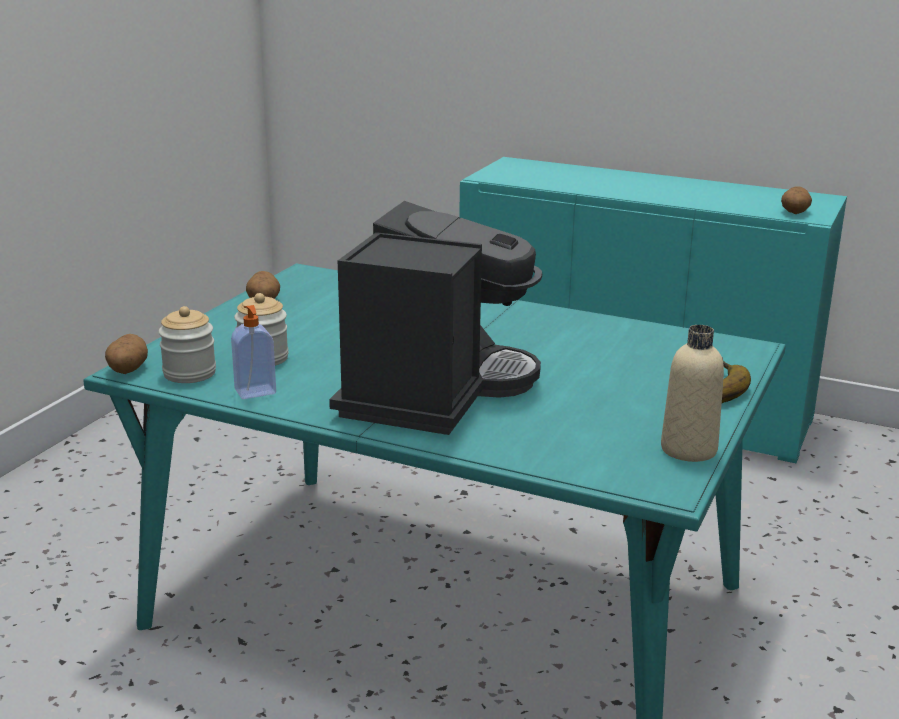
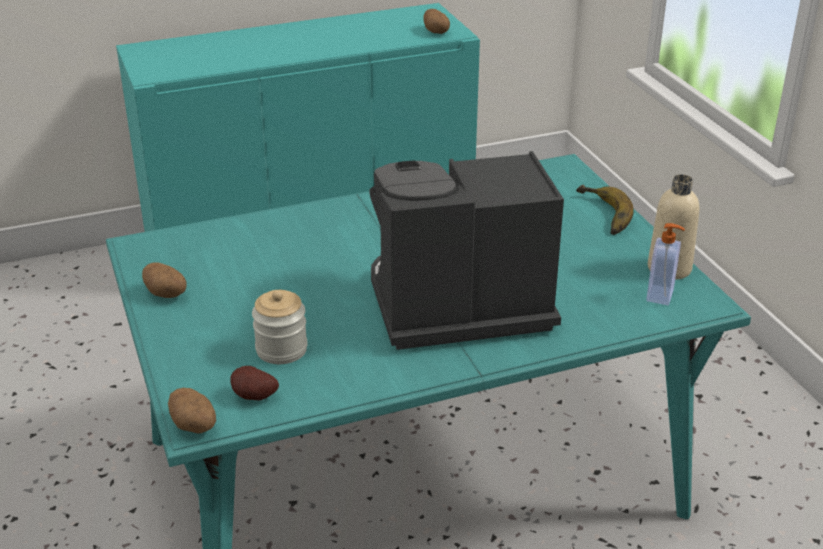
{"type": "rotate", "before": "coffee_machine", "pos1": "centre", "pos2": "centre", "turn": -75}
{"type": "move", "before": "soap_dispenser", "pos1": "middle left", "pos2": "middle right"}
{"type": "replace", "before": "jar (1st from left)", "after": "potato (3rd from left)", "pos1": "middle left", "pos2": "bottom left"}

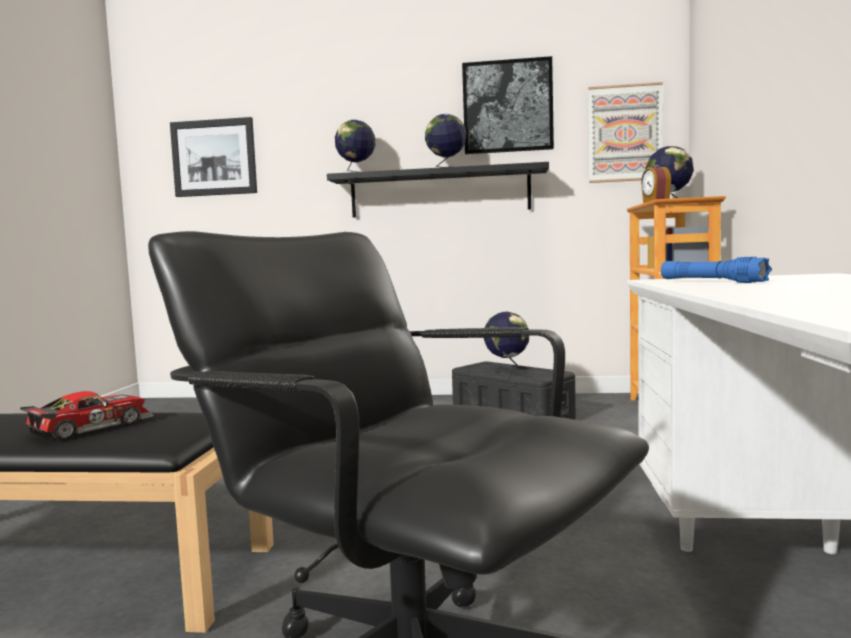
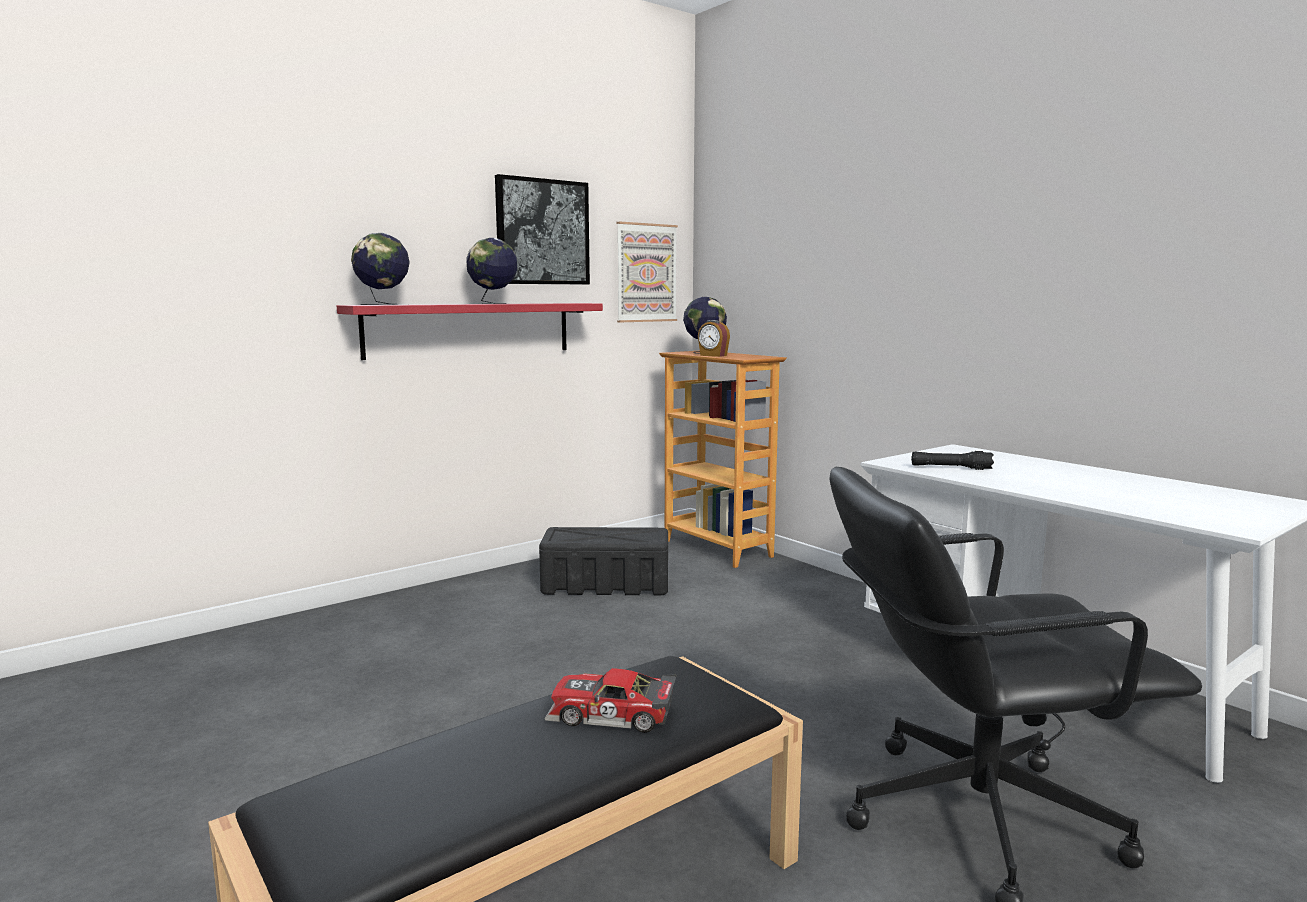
{"type": "delete", "before": "picture (1st from left)", "pos1": "top left"}
{"type": "recolor", "before": "black_shelf", "after": "red_shelf", "pos1": "top centre", "pos2": "centre"}
{"type": "recolor", "before": "blue_flashlight", "after": "black_flashlight", "pos1": "middle right", "pos2": "middle right"}
{"type": "delete", "before": "globe (3rd from left)", "pos1": "centre"}
{"type": "rotate", "before": "toy_car", "pos1": "middle left", "pos2": "bottom centre", "turn": -75}

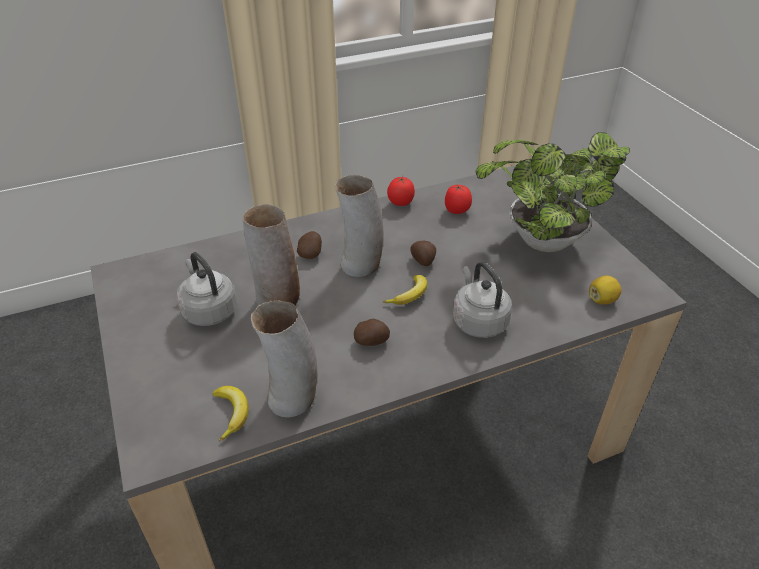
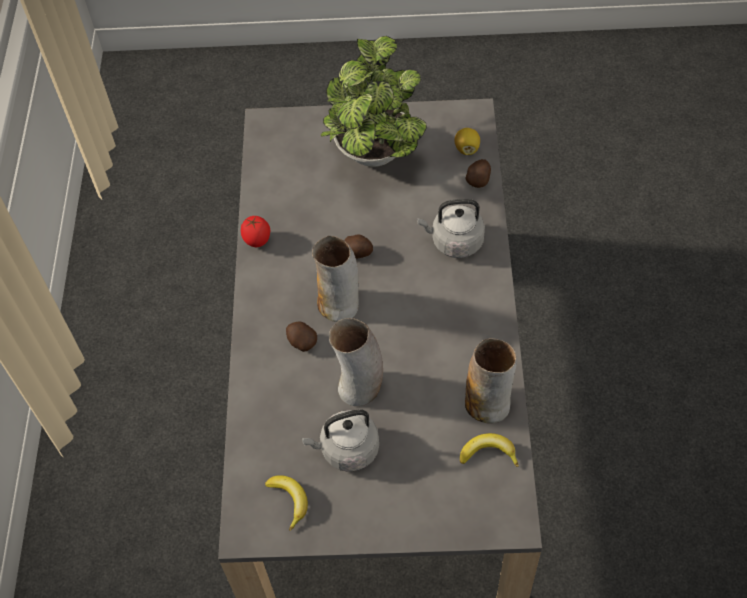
{"type": "delete", "before": "tomato (2nd from left)", "pos1": "centre"}
{"type": "move", "before": "banana (2nd from left in the first image)", "after": "banana (1st from left)", "pos1": "centre", "pos2": "bottom centre"}
{"type": "move", "before": "potato (2nd from left in the first image)", "after": "potato (3rd from left)", "pos1": "centre", "pos2": "top centre"}

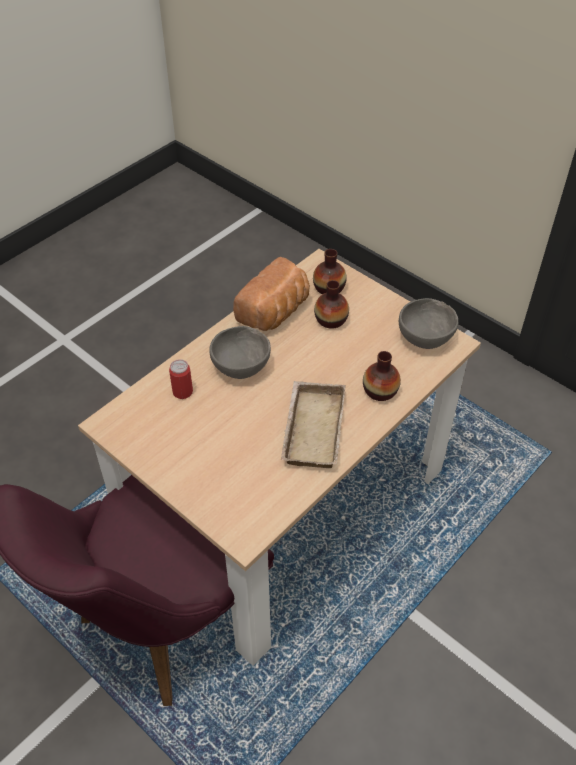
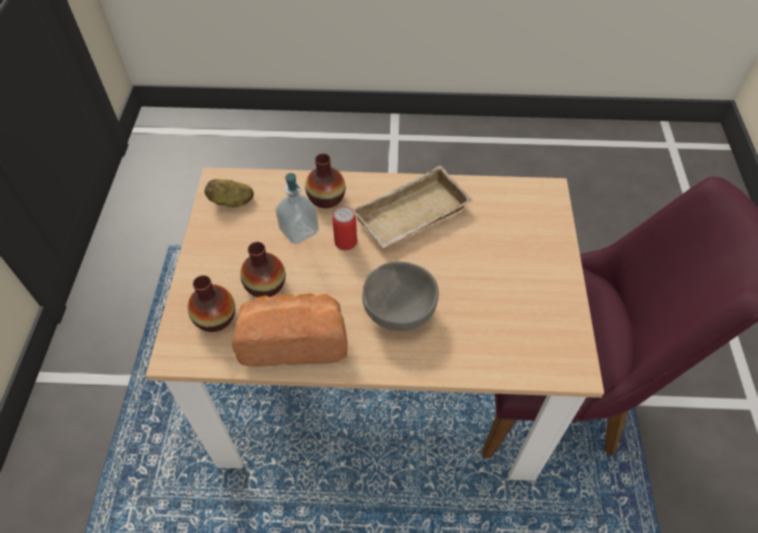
{"type": "replace", "before": "grey_bowl (2nd from left)", "after": "potato", "pos1": "middle right", "pos2": "middle left"}
{"type": "move", "before": "can", "pos1": "middle left", "pos2": "centre"}
{"type": "insert", "after": "soap_dispenser", "pos2": "centre"}

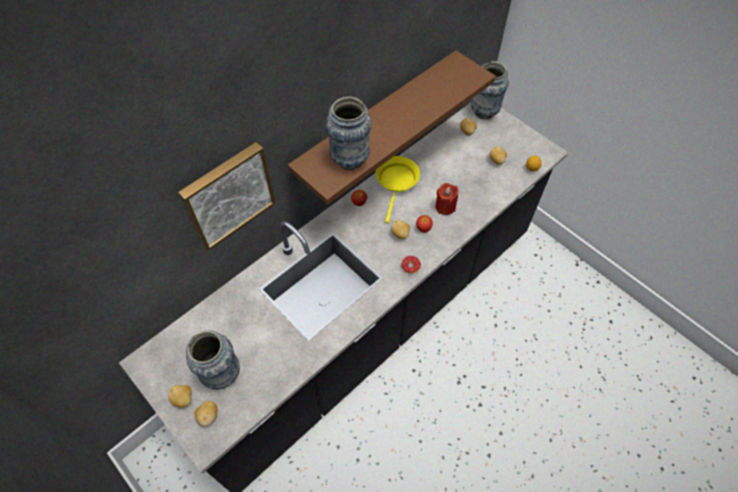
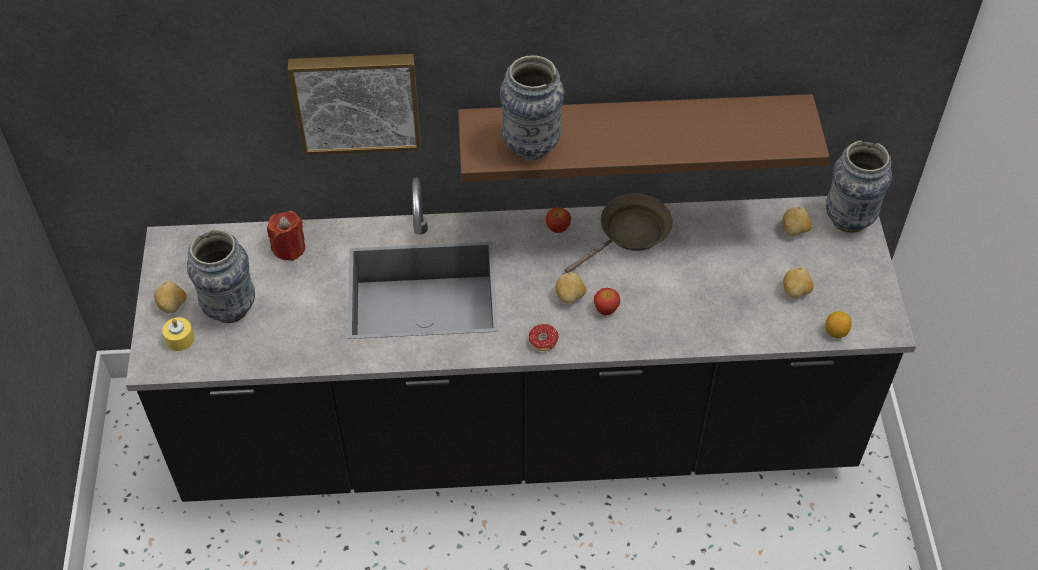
{"type": "recolor", "before": "yellow_frying_pan", "after": "brown_frying_pan", "pos1": "centre", "pos2": "centre"}
{"type": "move", "before": "red_candle", "pos1": "centre", "pos2": "middle left"}
{"type": "replace", "before": "potato (2nd from left)", "after": "yellow_candle", "pos1": "bottom left", "pos2": "middle left"}

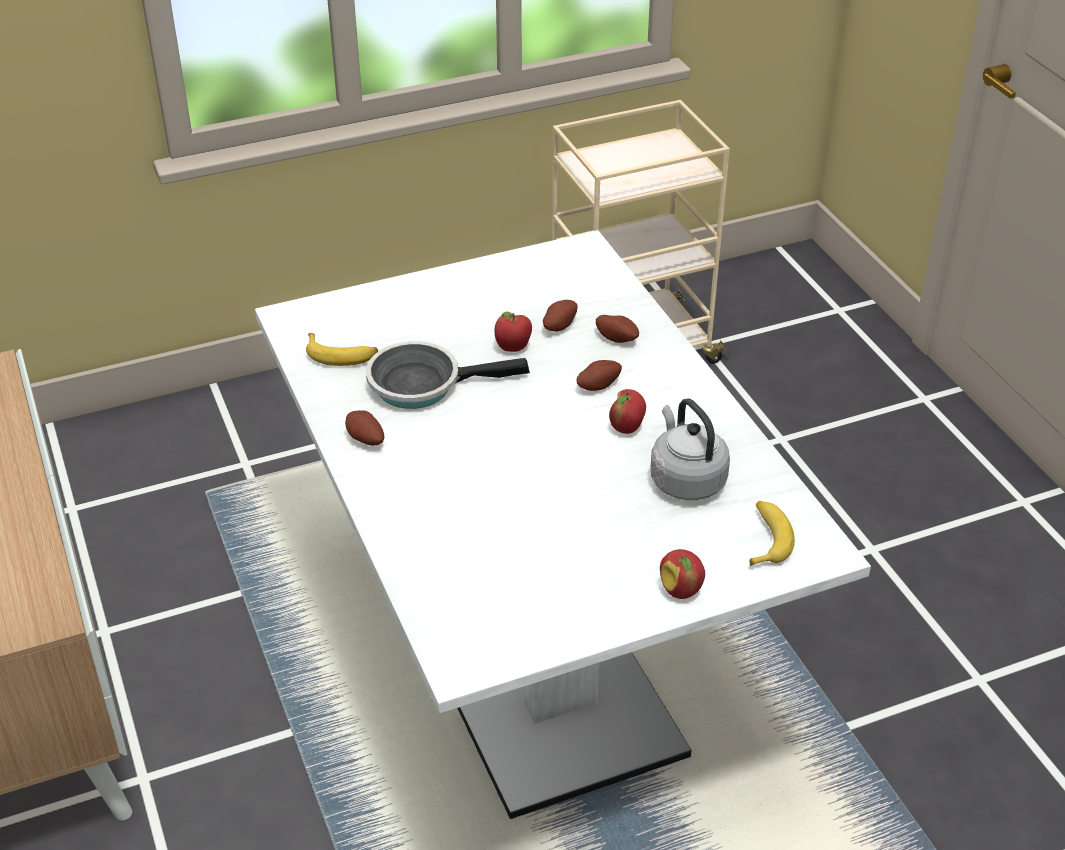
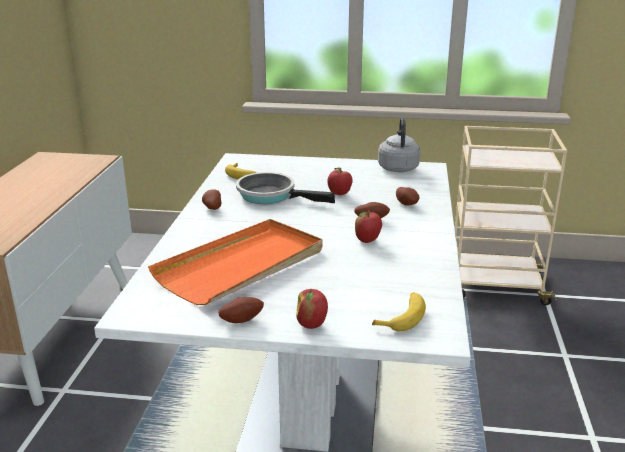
{"type": "move", "before": "potato (2nd from left)", "pos1": "centre", "pos2": "bottom centre"}
{"type": "move", "before": "grey_kettle", "pos1": "centre", "pos2": "top centre"}
{"type": "insert", "after": "orange_tray", "pos2": "centre"}

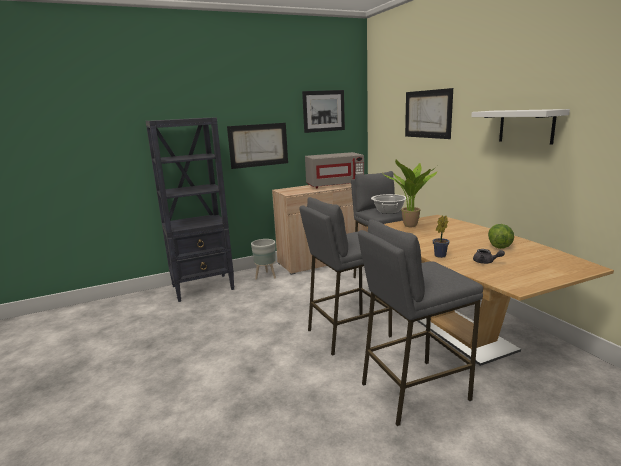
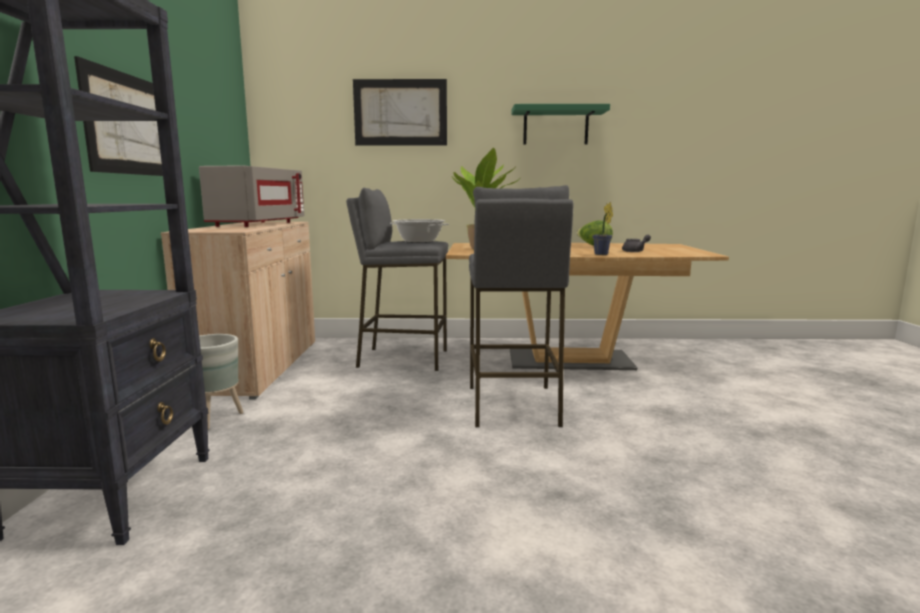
{"type": "delete", "before": "picture (2nd from left)", "pos1": "top centre"}
{"type": "recolor", "before": "white_shelf", "after": "green_shelf", "pos1": "top right", "pos2": "top centre"}
{"type": "delete", "before": "grey_stool (3rd from left)", "pos1": "bottom right"}

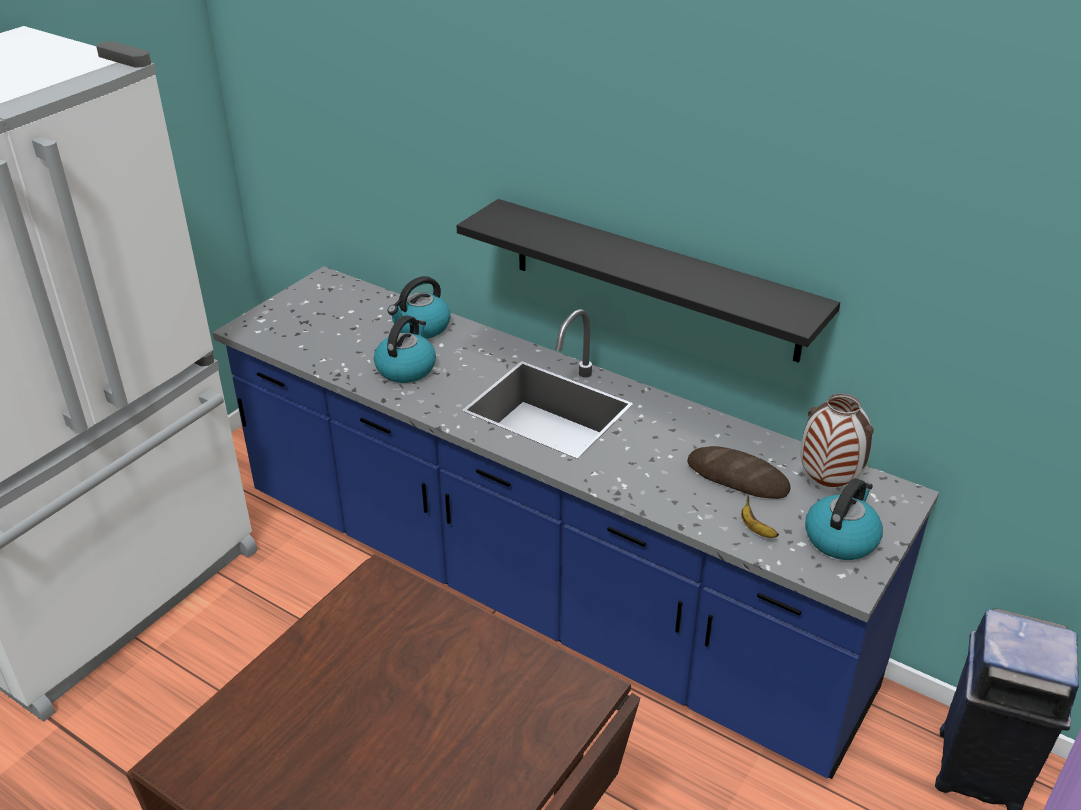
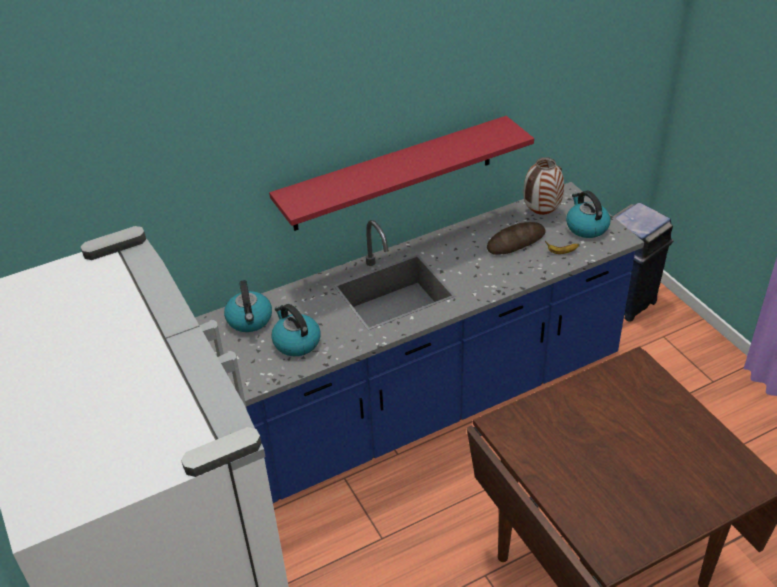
{"type": "recolor", "before": "black_shelf", "after": "red_shelf", "pos1": "centre", "pos2": "top centre"}

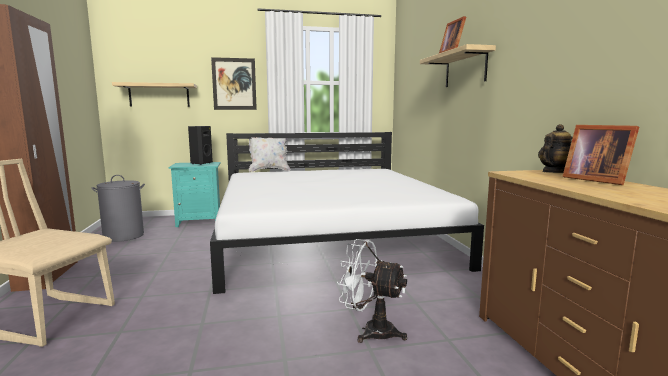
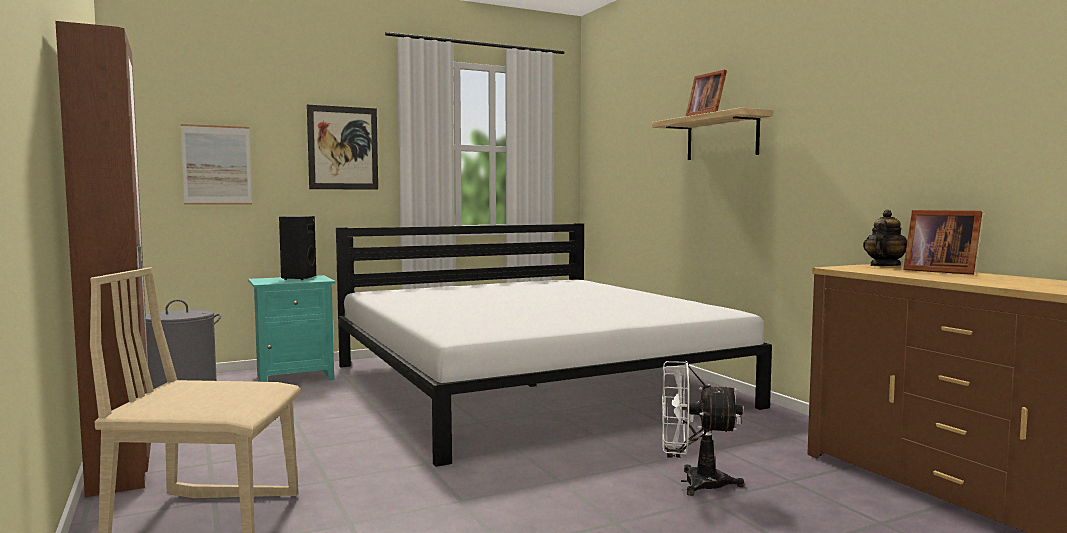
{"type": "replace", "before": "shelf (1st from left)", "after": "picture (1st from left)", "pos1": "top left", "pos2": "top left"}
{"type": "delete", "before": "white_pillow", "pos1": "centre"}

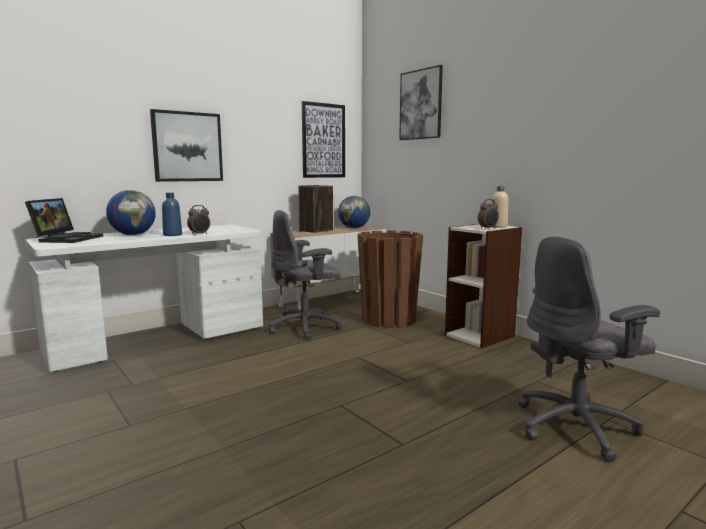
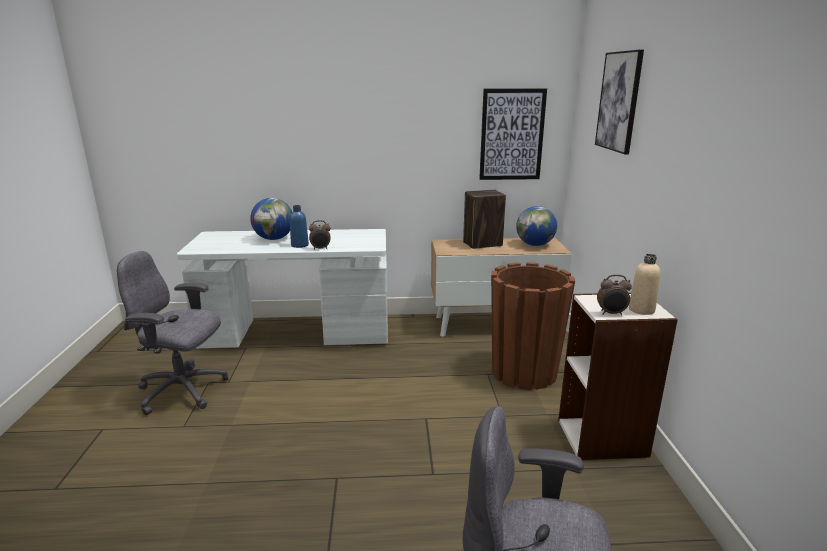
{"type": "delete", "before": "picture (1st from left)", "pos1": "top left"}
{"type": "delete", "before": "laptop", "pos1": "middle left"}
{"type": "move", "before": "grey_office_chair (1st from left)", "pos1": "centre", "pos2": "middle left"}

